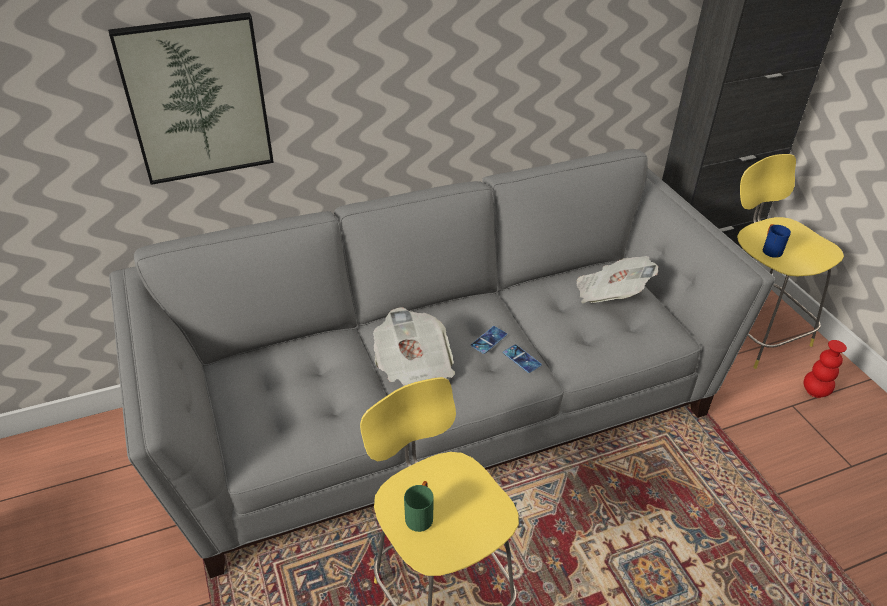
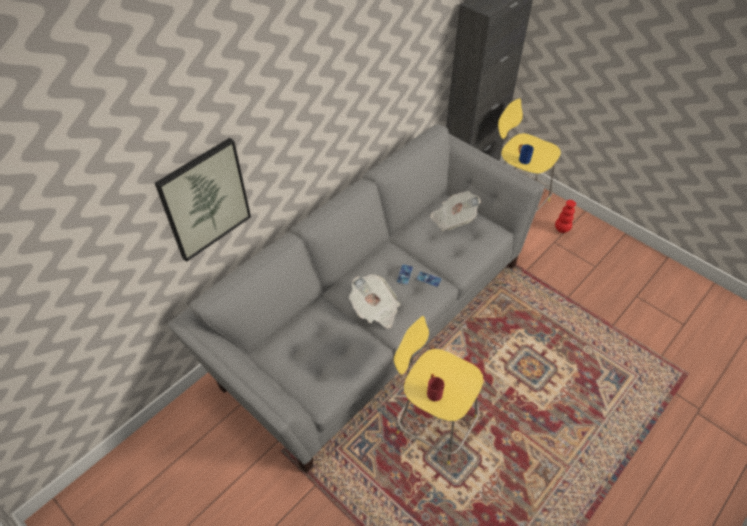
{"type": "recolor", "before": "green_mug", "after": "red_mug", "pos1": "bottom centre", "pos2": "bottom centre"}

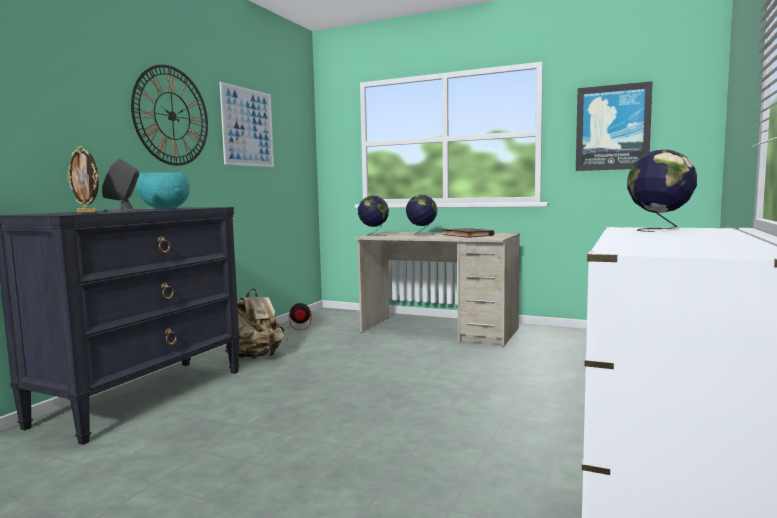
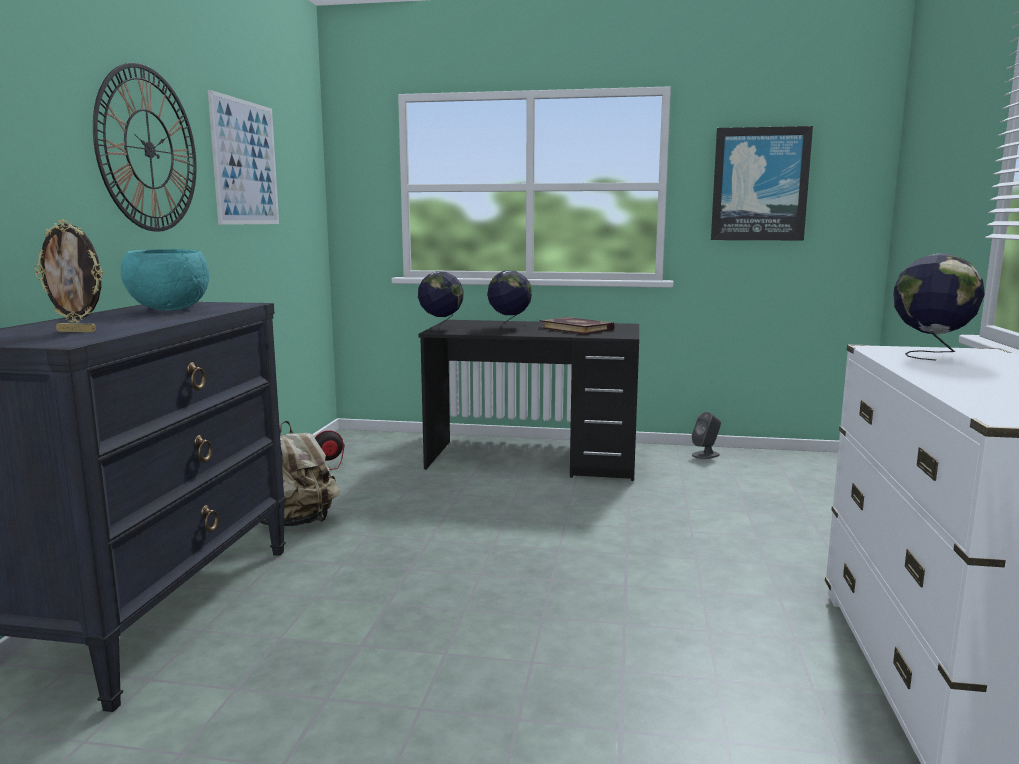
{"type": "move", "before": "grey_speaker", "pos1": "middle left", "pos2": "middle right"}
{"type": "recolor", "before": "beige_desk", "after": "black_desk", "pos1": "centre", "pos2": "centre"}

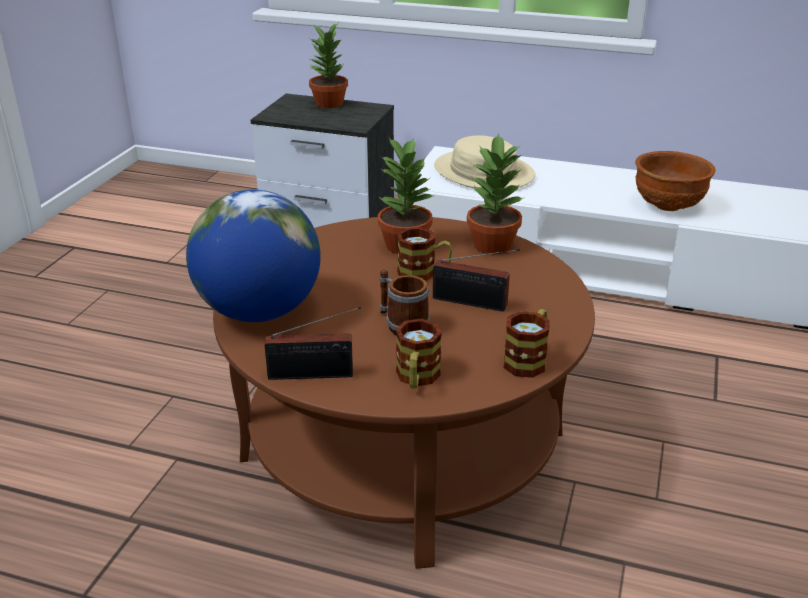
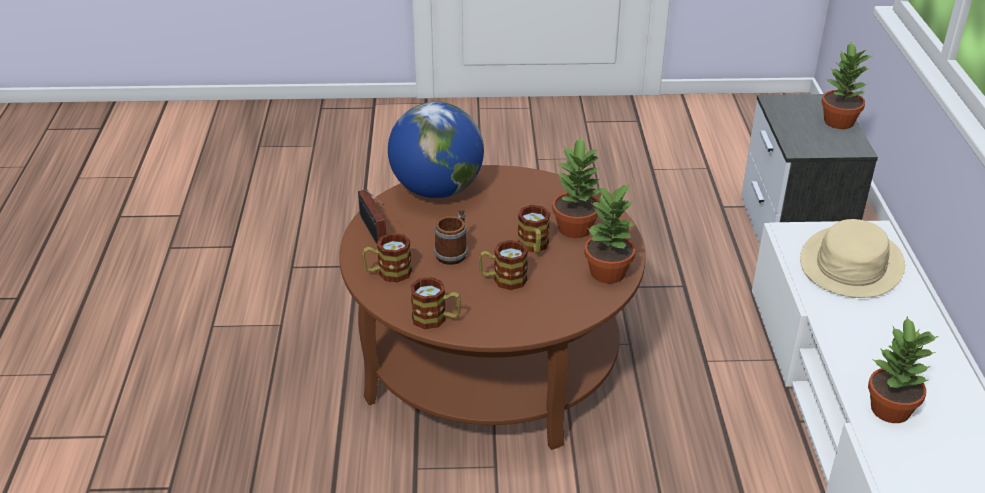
{"type": "replace", "before": "brown_bowl", "after": "potted_plant (4th from left)", "pos1": "top right", "pos2": "bottom right"}
{"type": "replace", "before": "radio (2nd from left)", "after": "mug (4th from left)", "pos1": "centre", "pos2": "centre"}

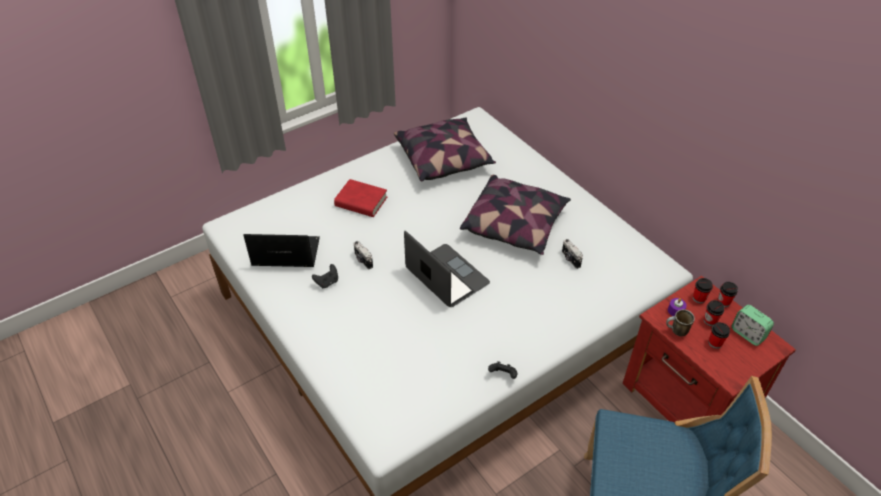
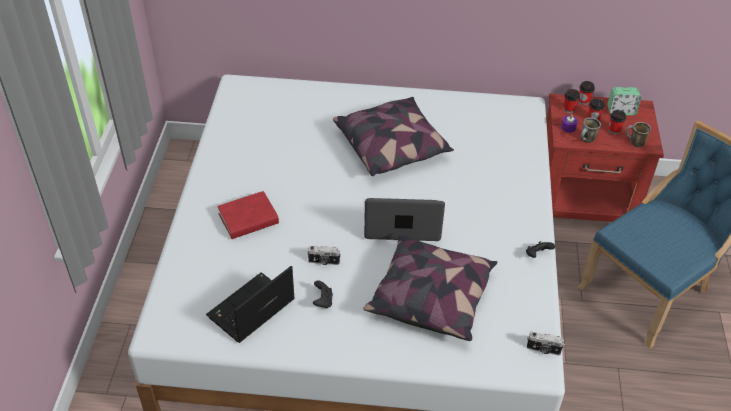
{"type": "move", "before": "pillow (1st from left in the first image)", "after": "pillow (2nd from left)", "pos1": "top centre", "pos2": "bottom centre"}
{"type": "move", "before": "photo_camera (2nd from left)", "pos1": "centre", "pos2": "bottom right"}
{"type": "insert", "after": "mug (2nd from left)", "pos2": "top right"}

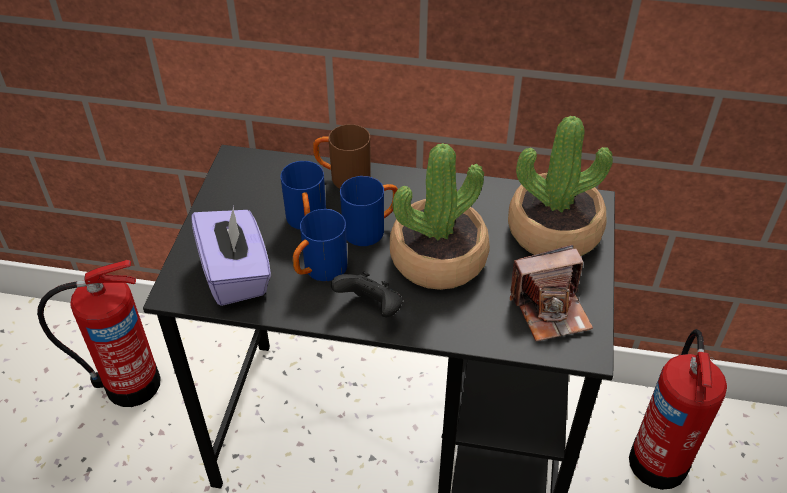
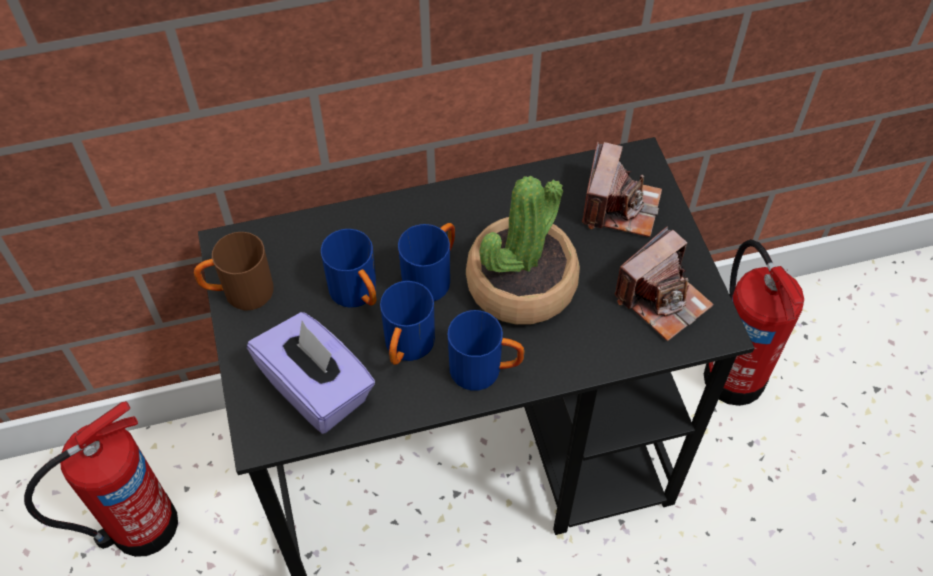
{"type": "replace", "before": "potted_plant (2nd from left)", "after": "photo_camera (1st from left)", "pos1": "middle right", "pos2": "top right"}
{"type": "move", "before": "brown_mug", "pos1": "top centre", "pos2": "middle left"}
{"type": "replace", "before": "black_game_controller", "after": "blue_mug (4th from left)", "pos1": "centre", "pos2": "centre"}

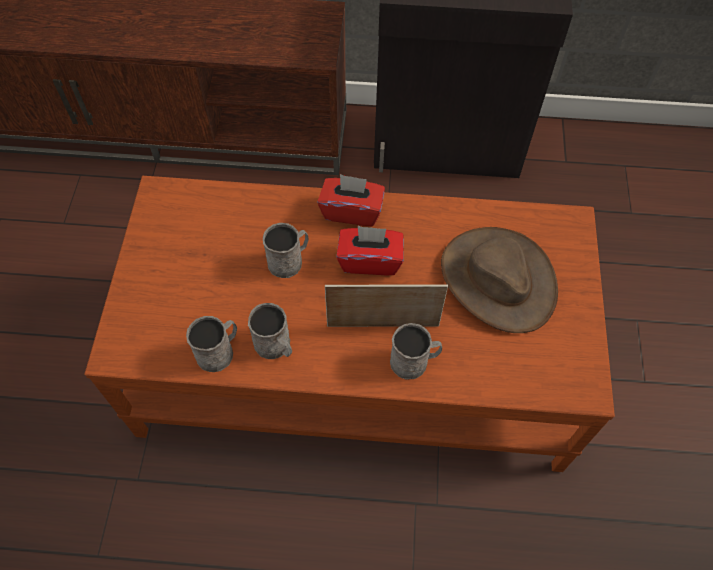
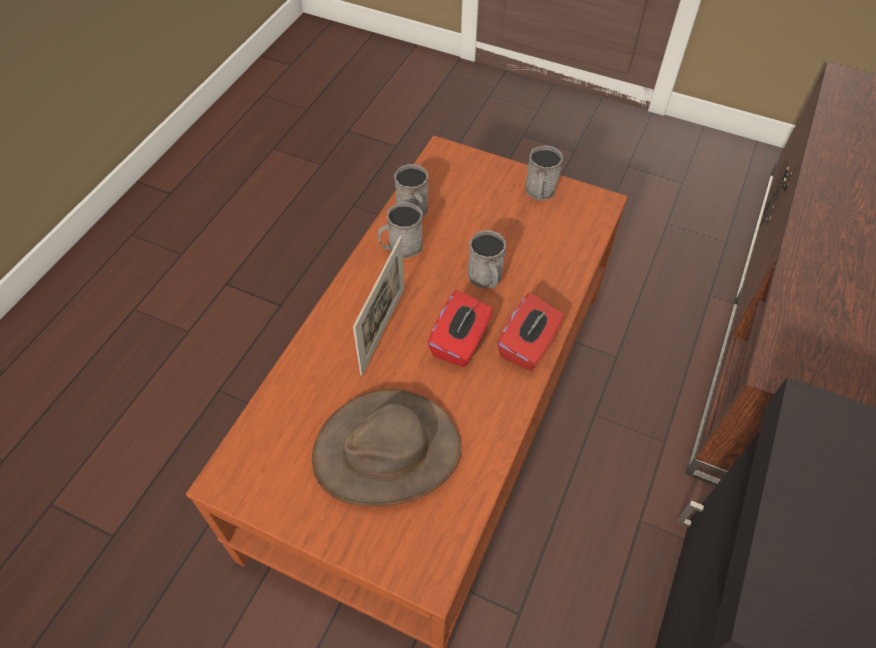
{"type": "move", "before": "grey_mug (4th from left)", "pos1": "centre", "pos2": "top centre"}

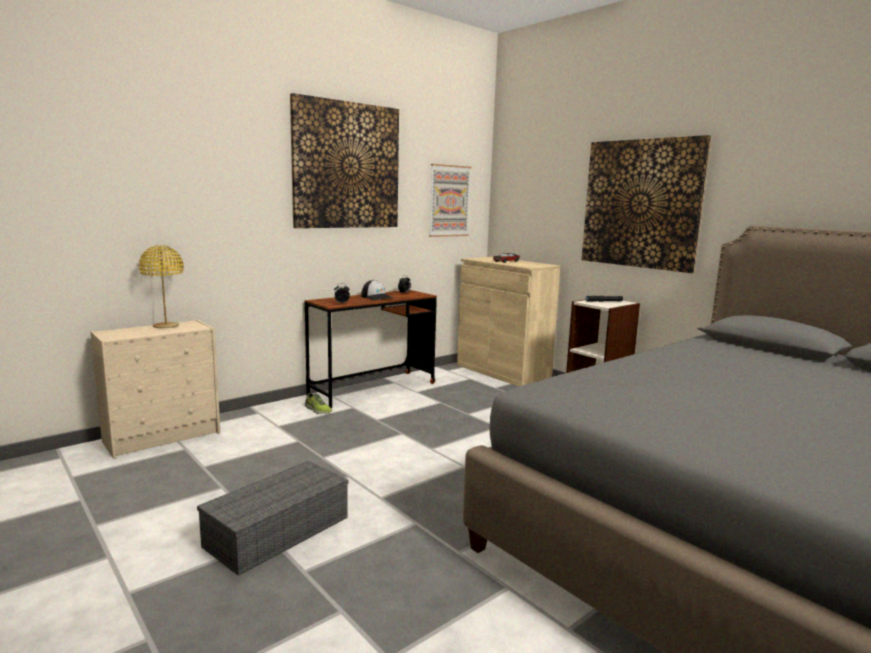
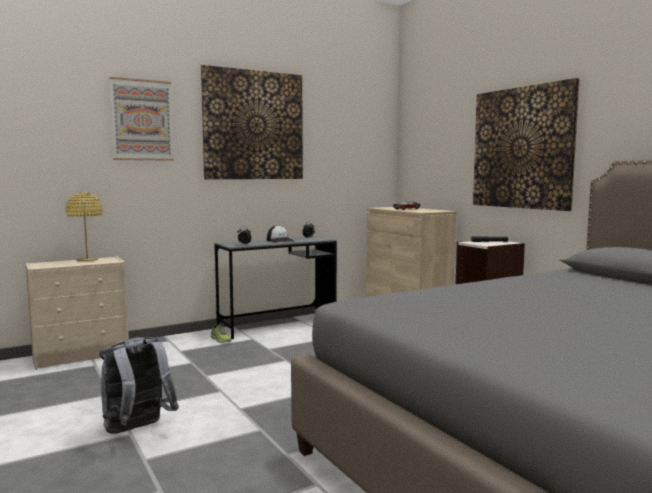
{"type": "move", "before": "picture (2nd from left in the first image)", "after": "picture (1st from left)", "pos1": "top centre", "pos2": "top left"}
{"type": "recolor", "before": "brown_desk", "after": "grey_desk", "pos1": "centre", "pos2": "centre"}
{"type": "replace", "before": "grey_storage_box", "after": "grey_backpack", "pos1": "bottom left", "pos2": "bottom left"}

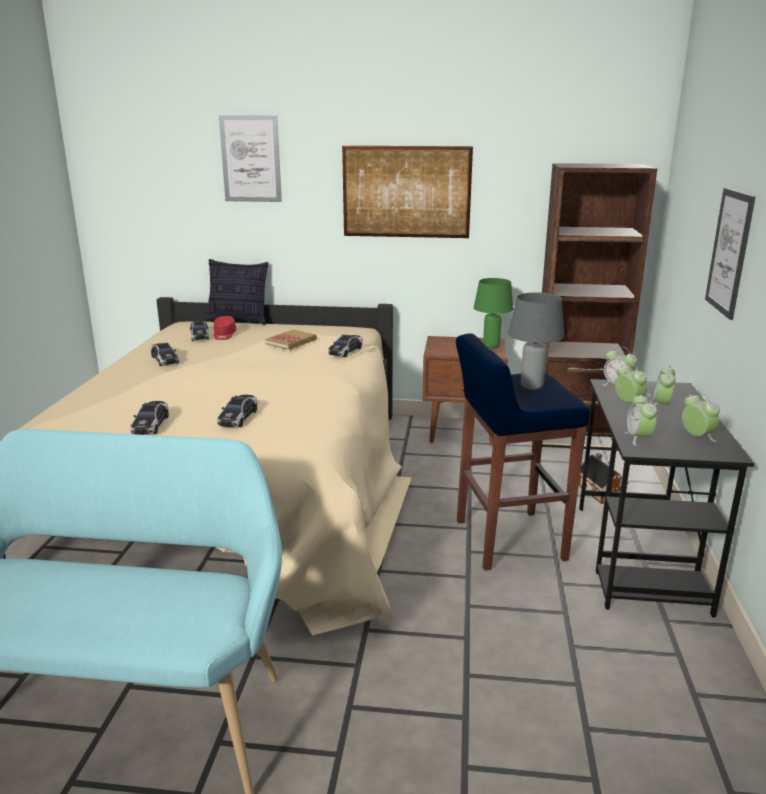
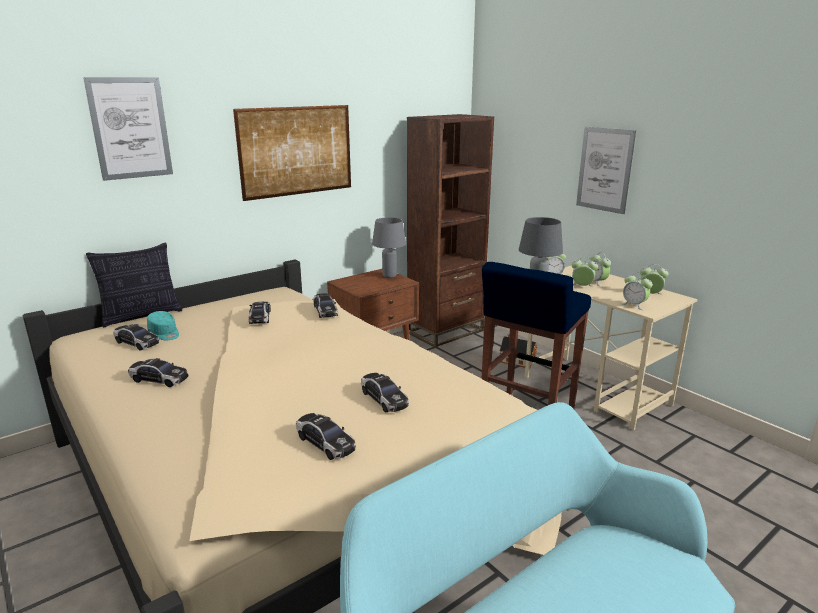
{"type": "recolor", "before": "green_table_lamp", "after": "grey_table_lamp (1st from left)", "pos1": "centre", "pos2": "centre"}
{"type": "recolor", "before": "red_cap", "after": "turquoise_cap", "pos1": "middle left", "pos2": "middle left"}
{"type": "replace", "before": "book", "after": "toy_car (3rd from left)", "pos1": "centre", "pos2": "middle left"}
{"type": "recolor", "before": "black_desk", "after": "beige_desk", "pos1": "middle right", "pos2": "middle right"}

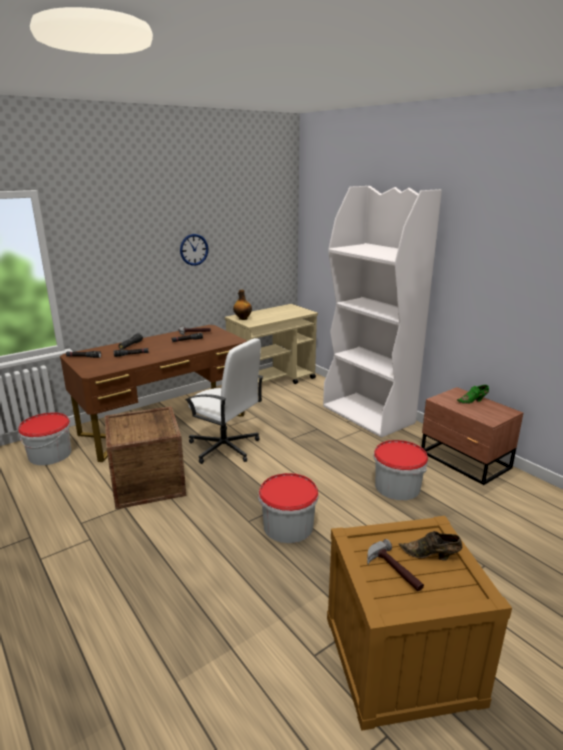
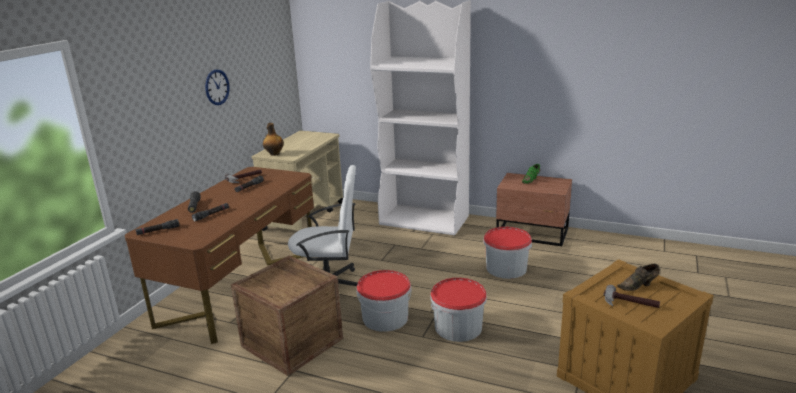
{"type": "move", "before": "bucket (1st from left)", "pos1": "middle left", "pos2": "bottom centre"}

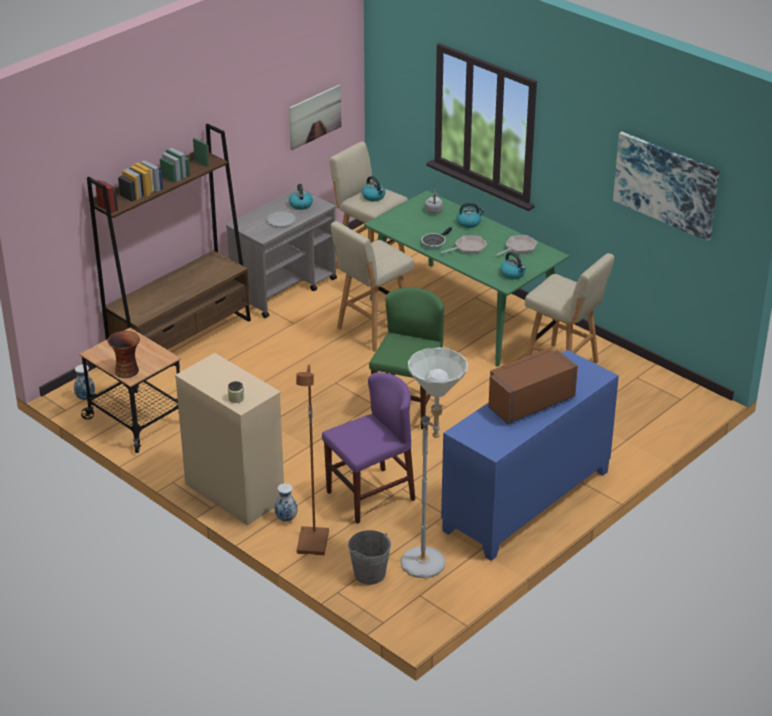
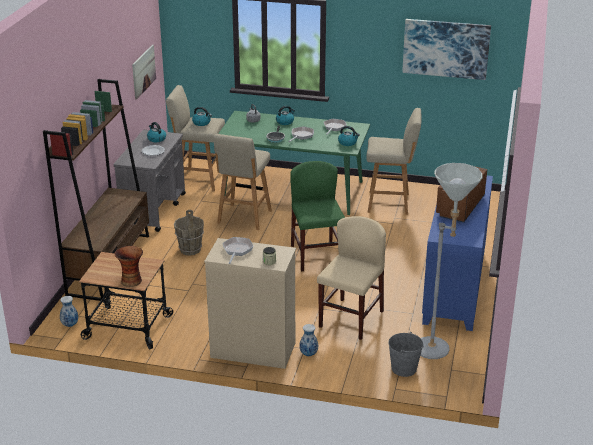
{"type": "delete", "before": "brown_floor_lamp", "pos1": "centre"}
{"type": "recolor", "before": "purple_chair", "after": "beige_chair", "pos1": "centre", "pos2": "centre"}
{"type": "insert", "after": "brown_bucket", "pos2": "middle left"}
{"type": "insert", "after": "frying_pan (1st from left)", "pos2": "centre"}

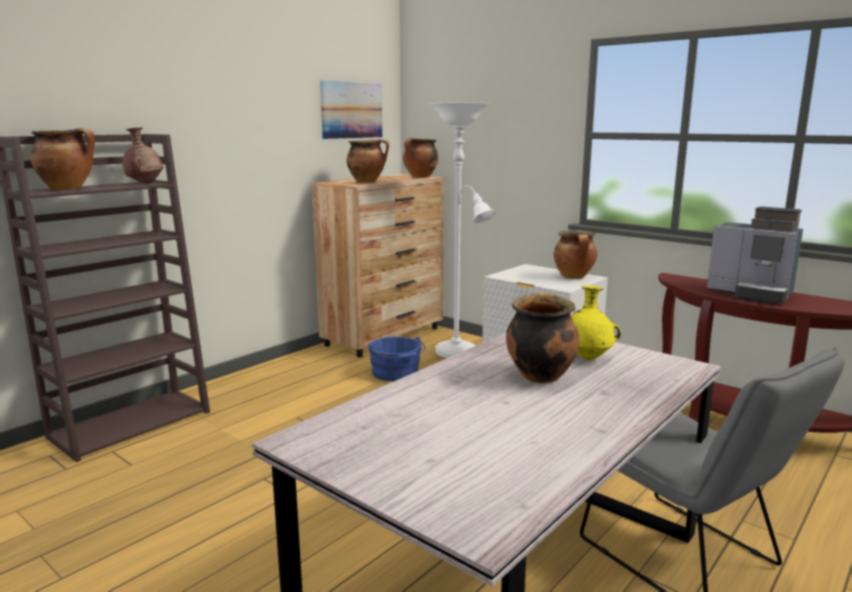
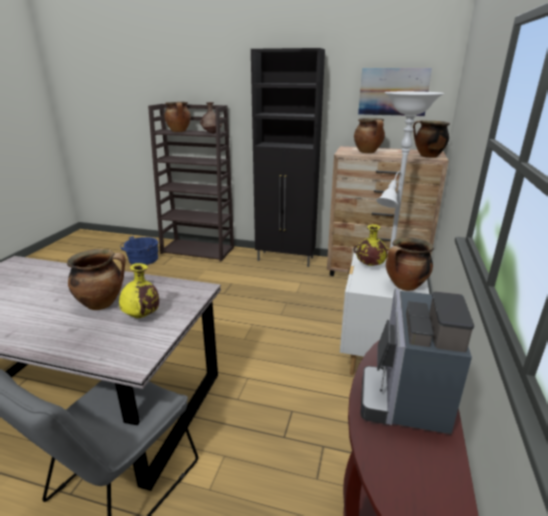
{"type": "move", "before": "blue_bucket", "pos1": "centre", "pos2": "middle left"}
{"type": "insert", "after": "black_cabinet", "pos2": "top centre"}
{"type": "insert", "after": "yellow_vase (2nd from left)", "pos2": "middle right"}

